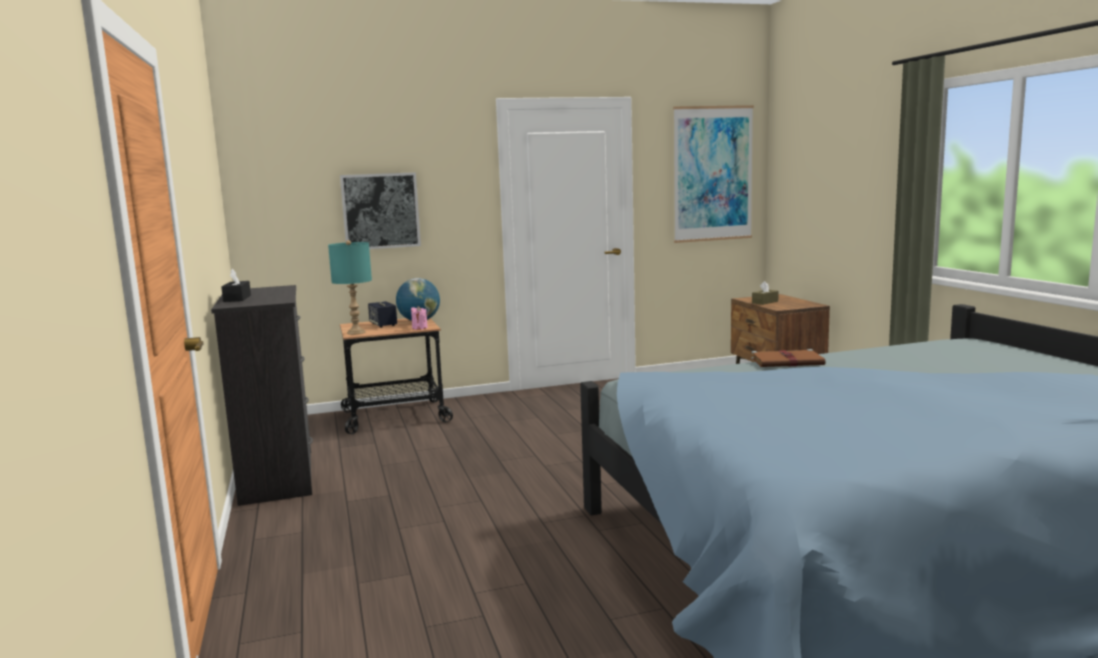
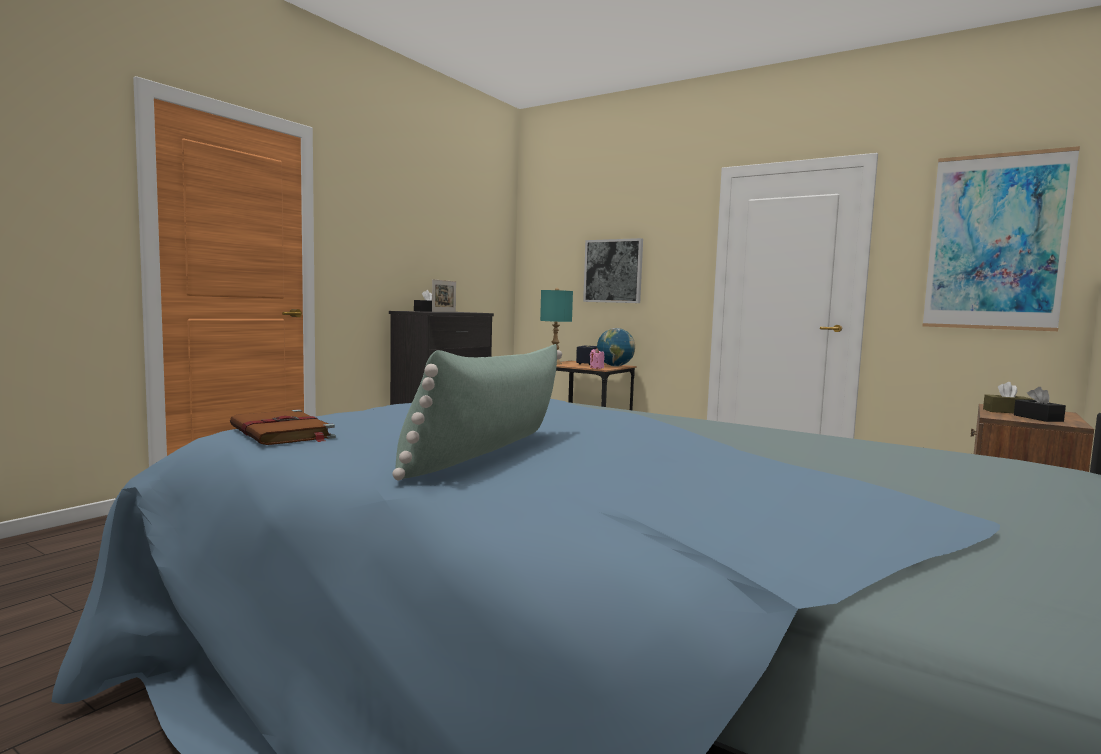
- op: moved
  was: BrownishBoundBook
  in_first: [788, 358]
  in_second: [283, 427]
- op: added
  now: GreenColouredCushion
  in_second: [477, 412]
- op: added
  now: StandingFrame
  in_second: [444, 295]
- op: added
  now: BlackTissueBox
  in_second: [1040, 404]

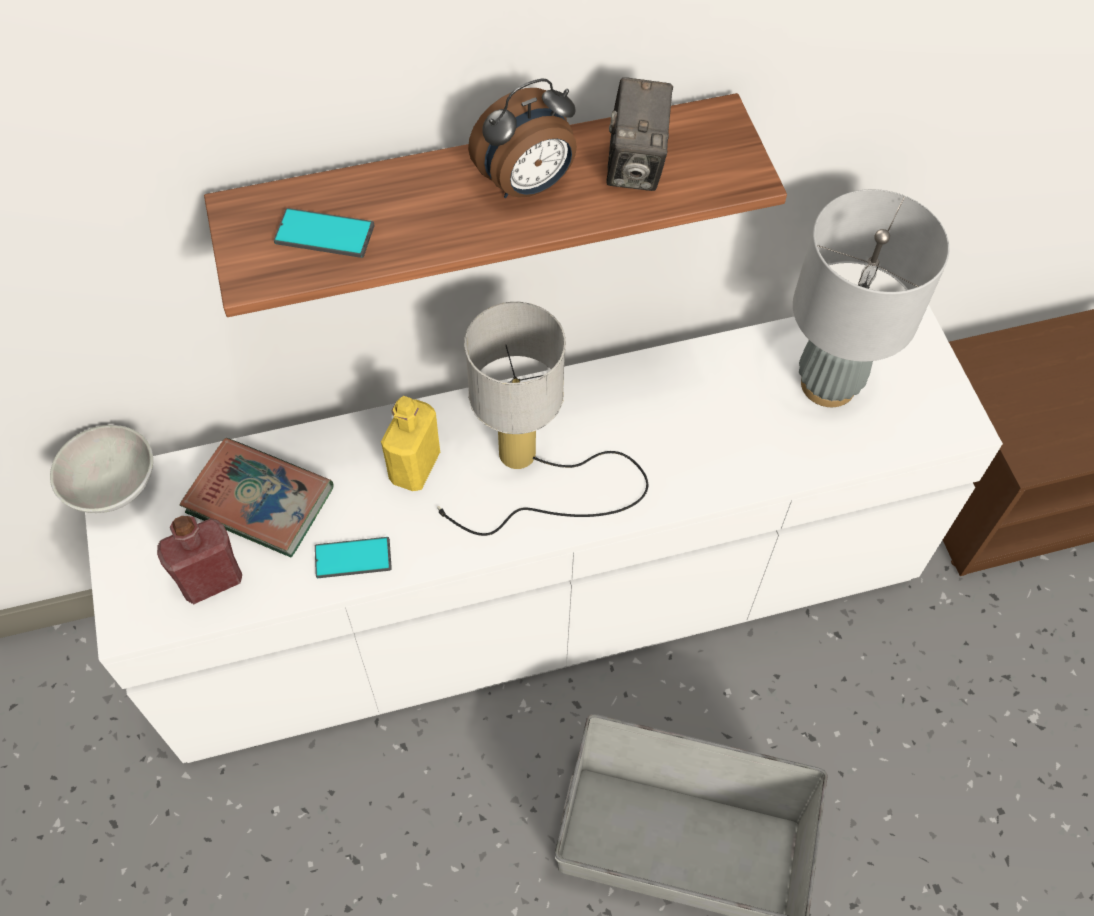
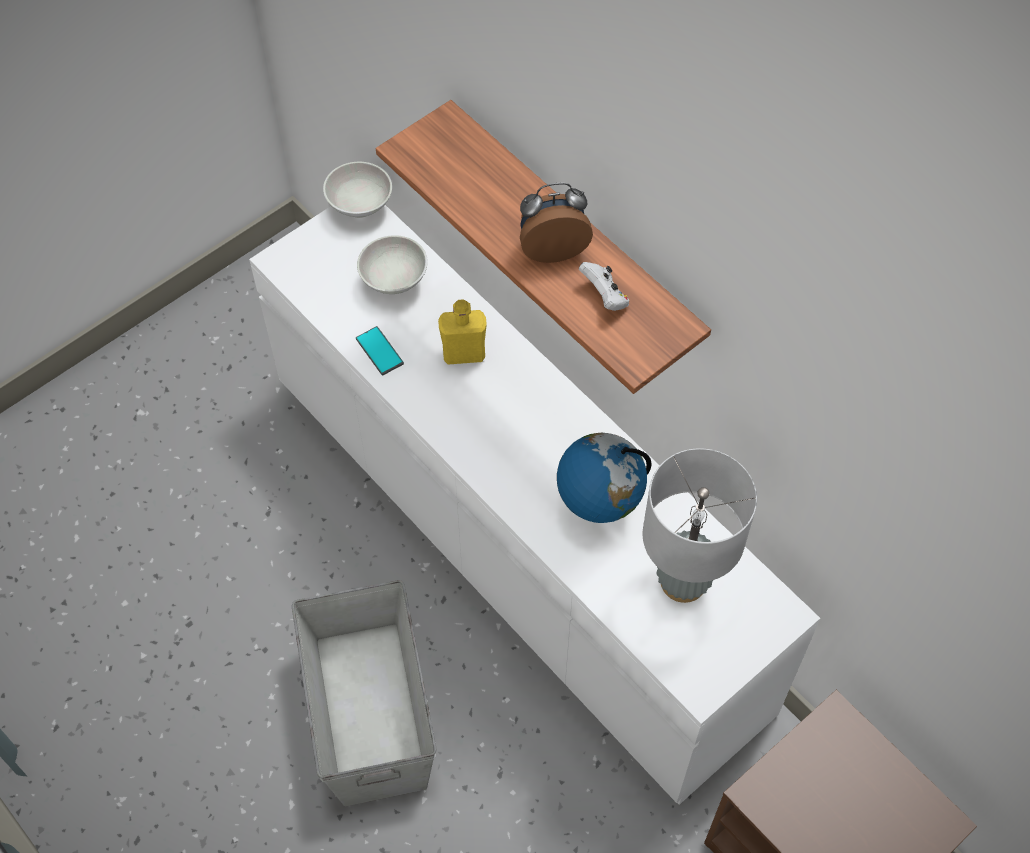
- op: replaced
  was: BoundBook
  now: WhiteColouredServingBowl
  in_first: [257, 497]
  in_second: [392, 264]
- op: turned
  was: AlarmClock
  in_first: [522, 138]
  in_second: [556, 223]
  clockwise: 135
- op: added
  now: WorldGlobe
  in_second: [604, 478]
- op: replaced
  was: PhotoCamera
  now: WhiteColouredJoypad
  in_first: [639, 134]
  in_second: [604, 286]
- op: removed
  was: RedColouredBottle
  in_first: [199, 560]
- op: removed
  was: Telephone
  in_first: [324, 233]
- op: removed
  was: LampForATable
  in_first: [542, 419]

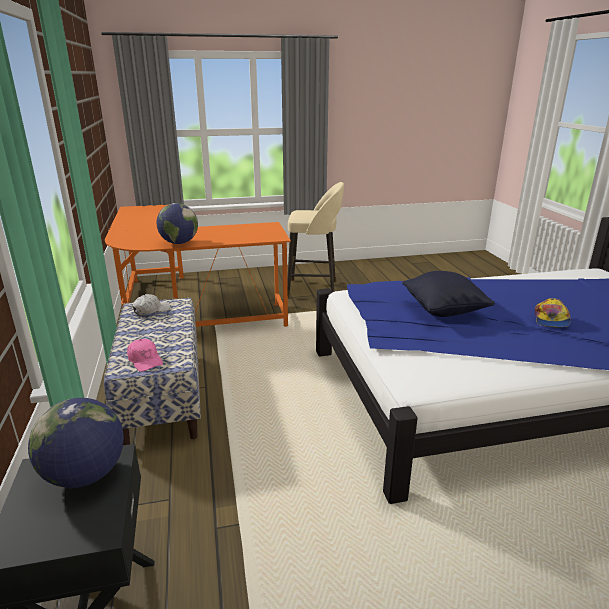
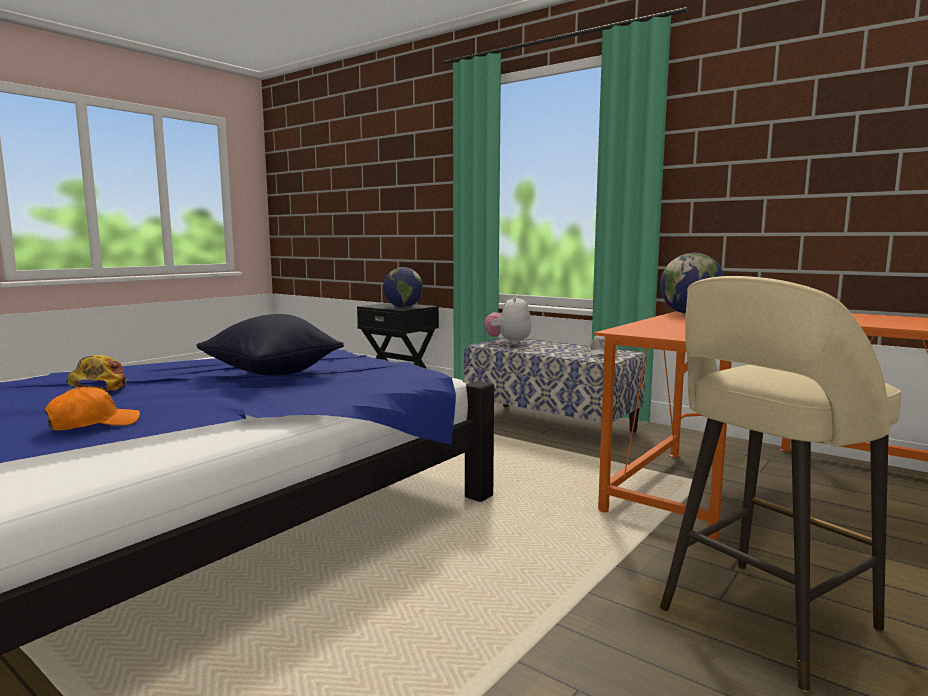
- op: added
  now: OrangeColouredPeakedCap
  in_second: [92, 409]
- op: replaced
  was: PinkColouredPeakedCap
  now: SoftToy
  in_first: [145, 355]
  in_second: [507, 319]

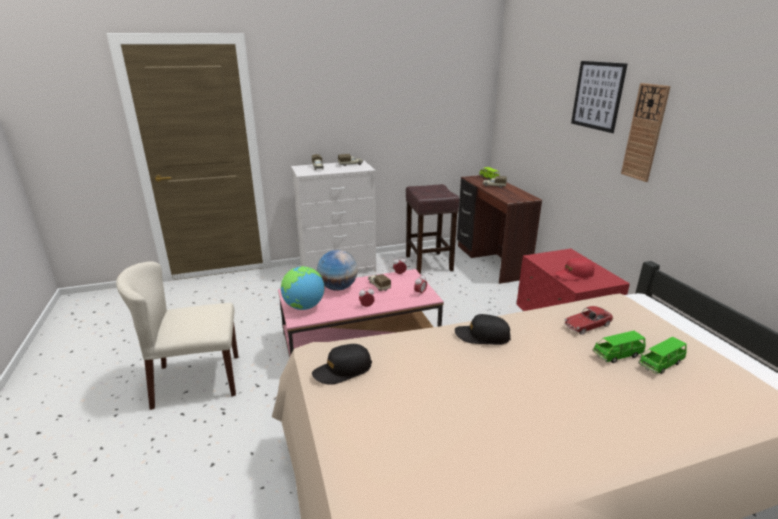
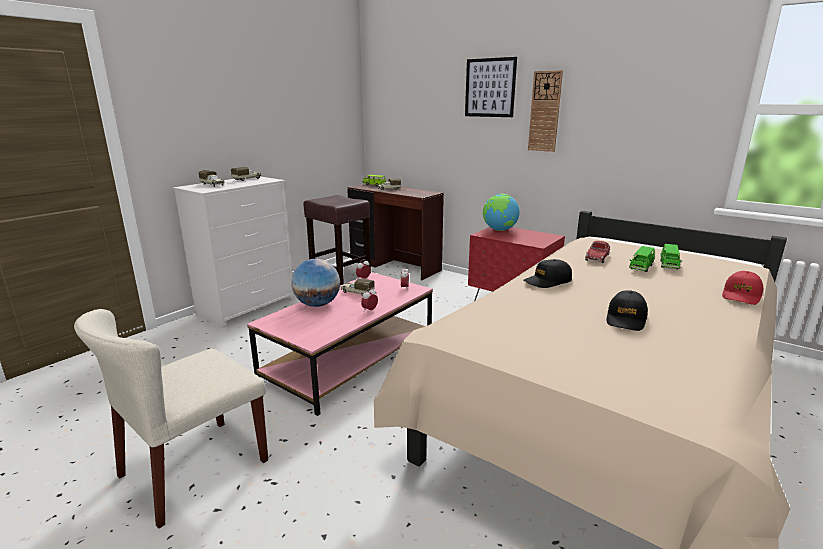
- op: moved
  was: WorldGlobe
  in_first: [302, 288]
  in_second: [501, 212]
- op: moved
  was: BlackPeakedCap
  in_first: [342, 364]
  in_second: [627, 310]
- op: moved
  was: RedColouredPeakedCap
  in_first: [574, 269]
  in_second: [742, 288]

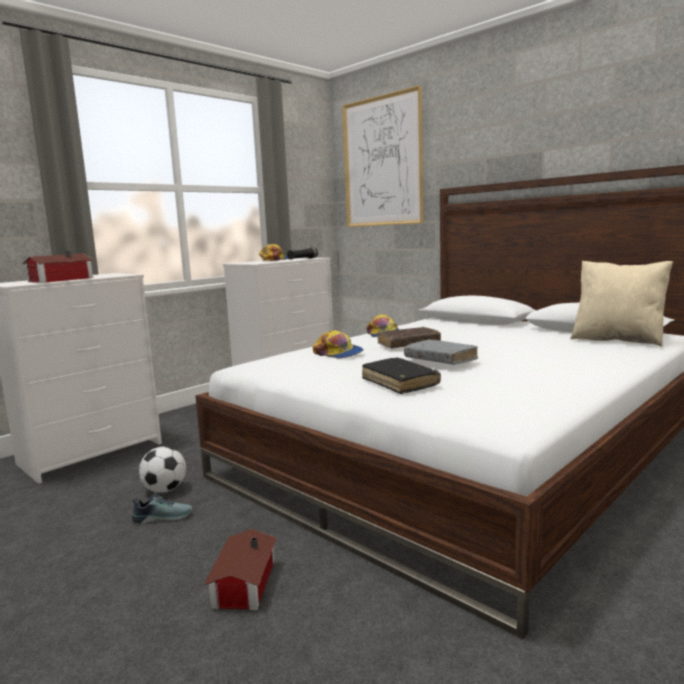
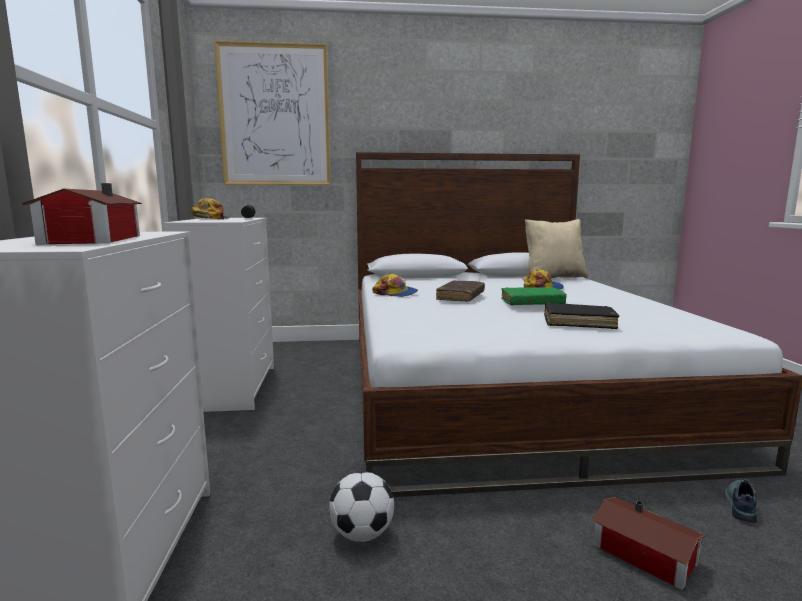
- op: recoloured
  was: GrayBoundBook
  now: GreenColouredBoundBook
  in_first: [441, 352]
  in_second: [534, 296]
- op: moved
  was: PeakedCap
  in_first: [338, 344]
  in_second: [543, 279]
- op: moved
  was: Shoe
  in_first: [162, 508]
  in_second: [741, 501]

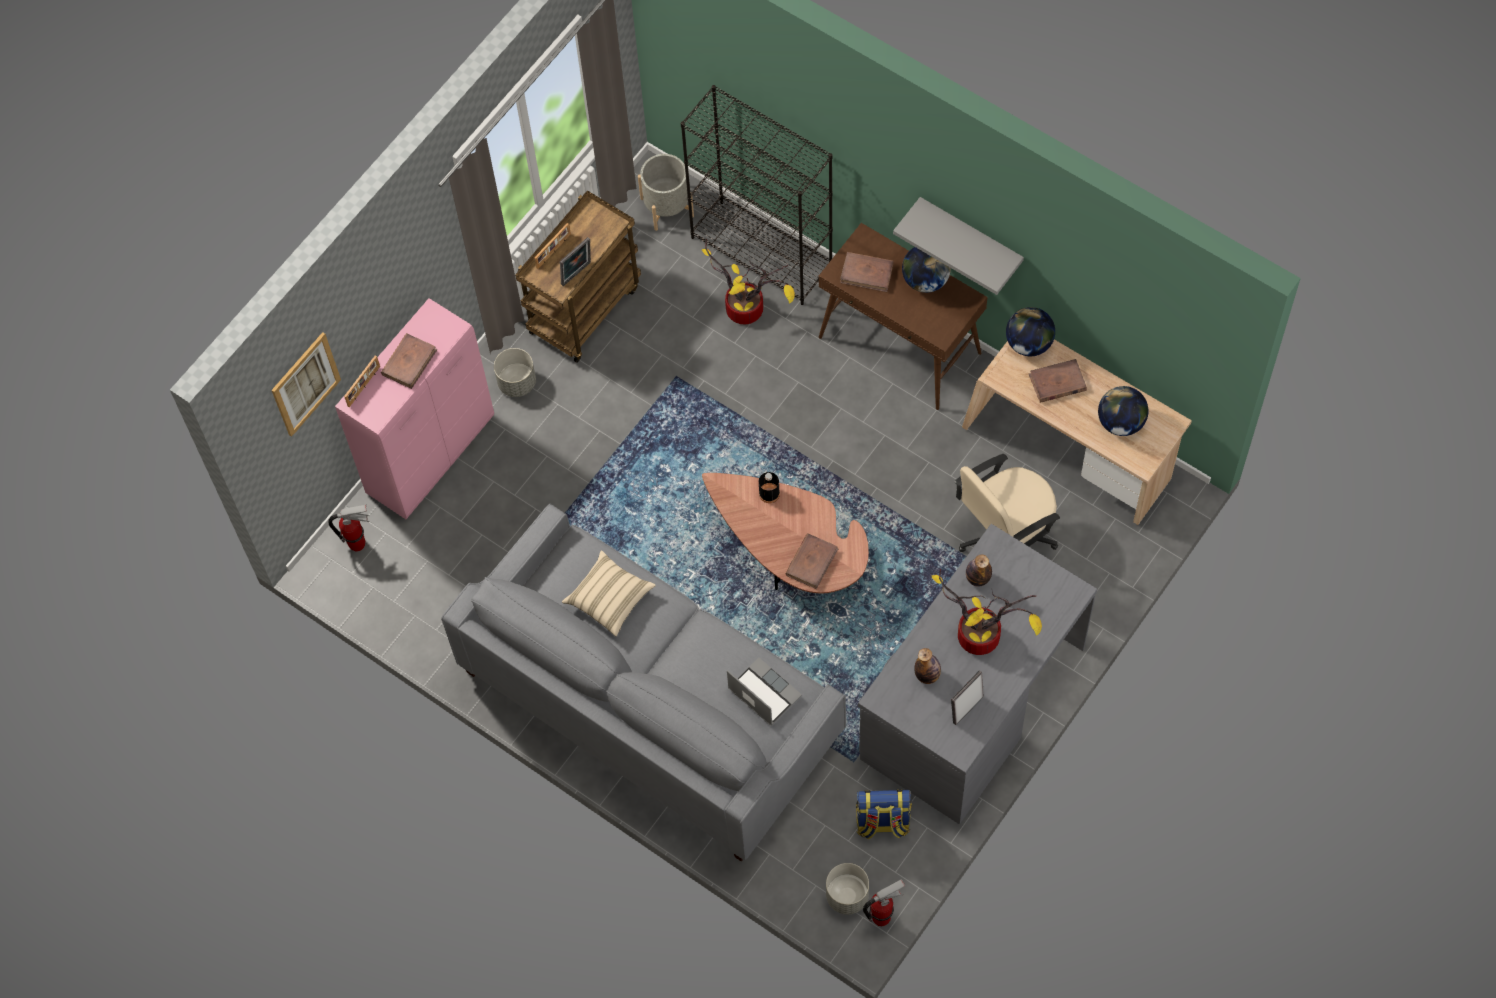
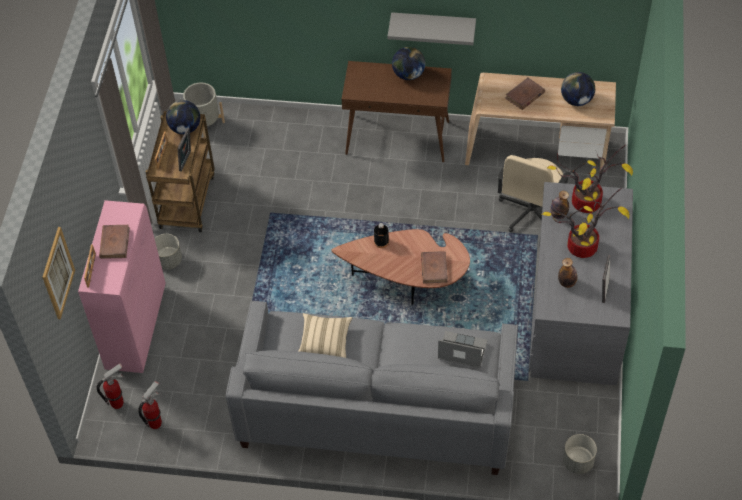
- op: moved
  was: FireFightingCylinder
  in_first: [884, 902]
  in_second: [150, 405]
- op: moved
  was: WorldGlobe
  in_first: [1030, 331]
  in_second: [183, 117]
- op: moved
  was: Houseplant
  in_first: [748, 281]
  in_second: [590, 179]
- op: removed
  was: BlackShelvingUnit
  in_first: [757, 195]
- op: removed
  was: BrownishBoundBook
  in_first: [867, 272]
- op: removed
  was: Knapsack
  in_first: [884, 814]

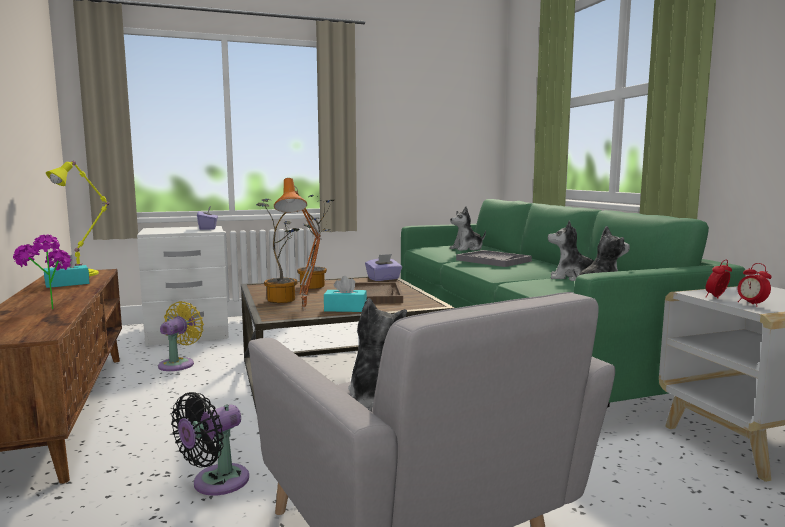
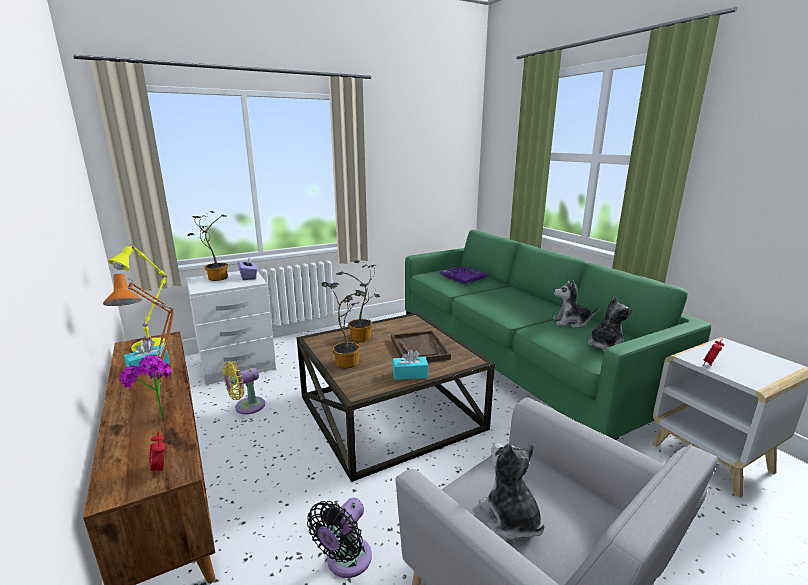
- op: moved
  was: OrangeColouredLampForATable
  in_first: [297, 244]
  in_second: [139, 329]
- op: moved
  was: AlarmClock
  in_first: [754, 285]
  in_second: [157, 454]
- op: added
  now: Houseplant
  in_second: [207, 246]
- op: turned
  was: YellowColouredCoolingFan
  in_first: [181, 336]
  in_second: [244, 387]
  clockwise: -135
- op: replaced
  was: SoftToy
  now: PurpleCarryingTray
  in_first: [468, 228]
  in_second: [464, 275]
- op: removed
  was: PurpleTissueBox
  in_first: [383, 267]
- op: removed
  was: GrayCarryingTray
  in_first: [494, 258]

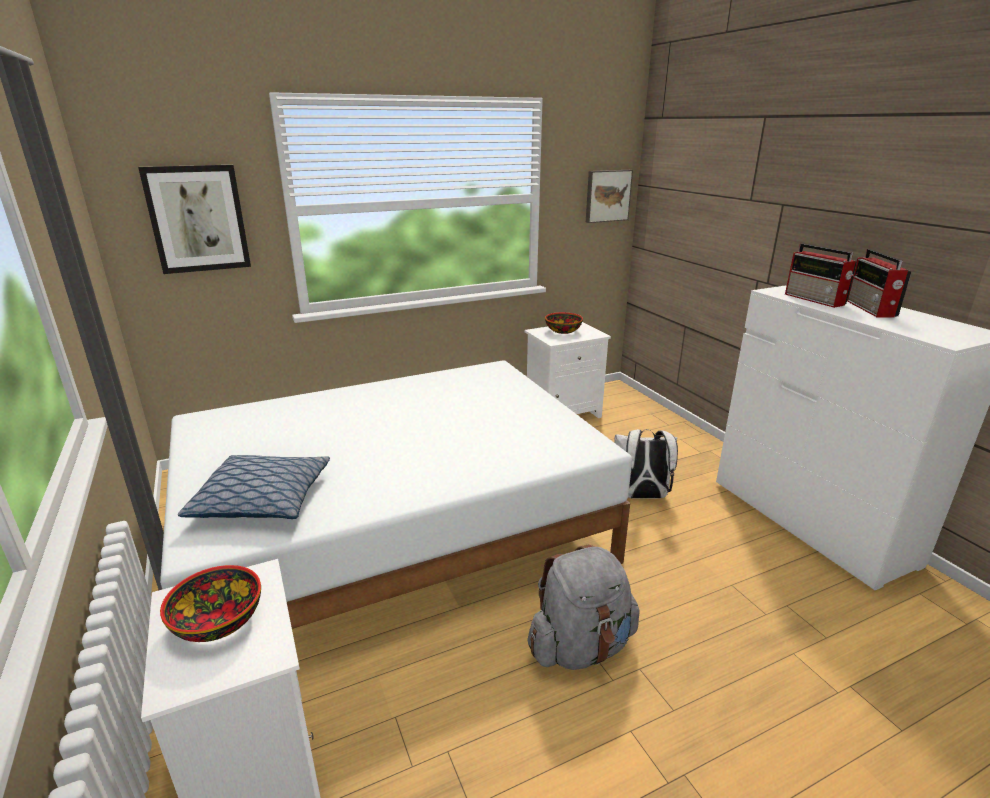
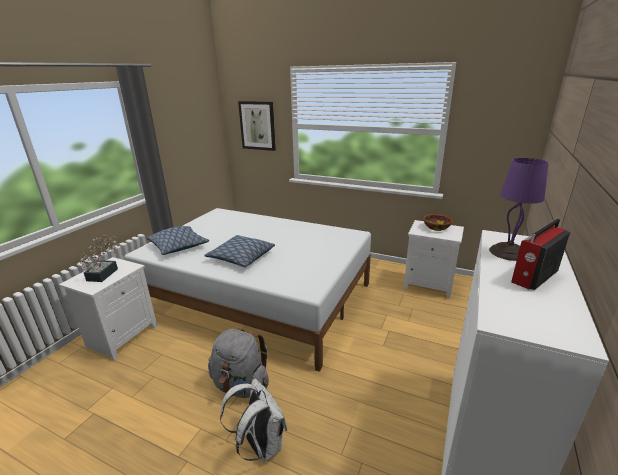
- op: replaced
  was: ServingBowl
  now: Houseplant
  in_first: [210, 603]
  in_second: [99, 258]
- op: added
  now: Cushion
  in_second: [239, 251]
- op: moved
  was: WhiteColouredKnapsack
  in_first: [646, 464]
  in_second: [253, 420]
- op: replaced
  was: Radio
  now: PurpleLampForATable
  in_first: [821, 275]
  in_second: [519, 209]
- op: removed
  was: Picture
  in_first: [609, 196]

